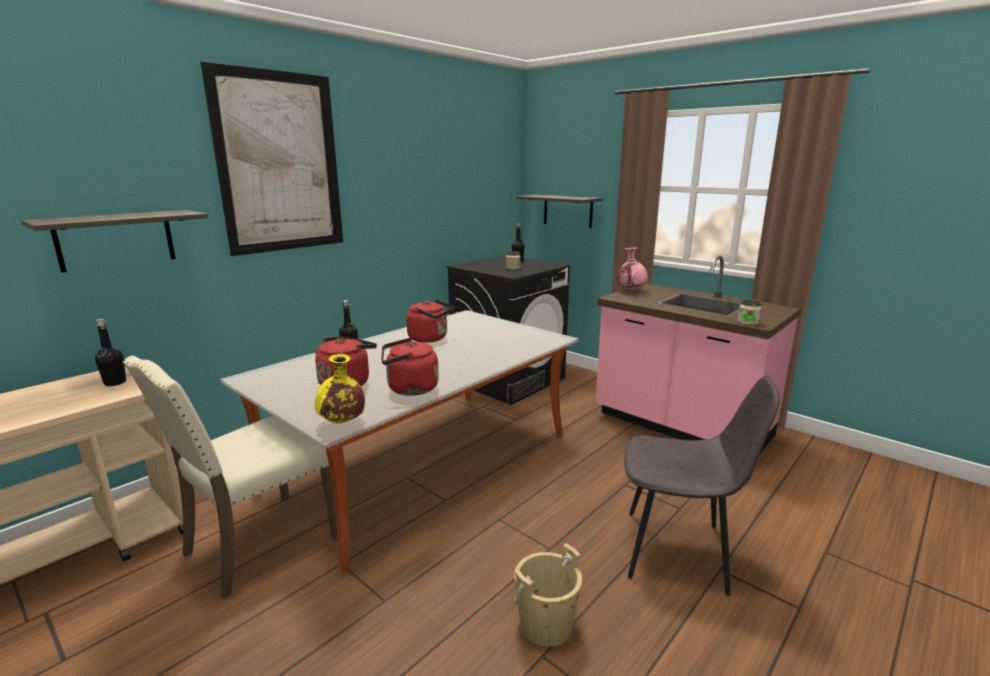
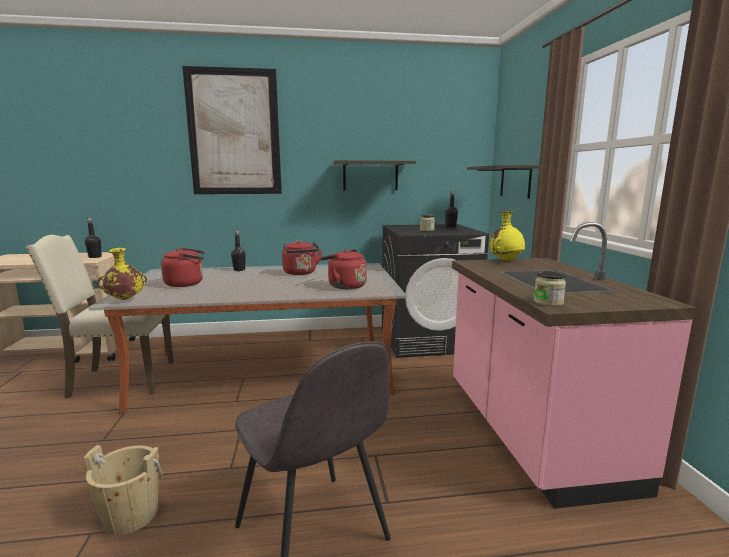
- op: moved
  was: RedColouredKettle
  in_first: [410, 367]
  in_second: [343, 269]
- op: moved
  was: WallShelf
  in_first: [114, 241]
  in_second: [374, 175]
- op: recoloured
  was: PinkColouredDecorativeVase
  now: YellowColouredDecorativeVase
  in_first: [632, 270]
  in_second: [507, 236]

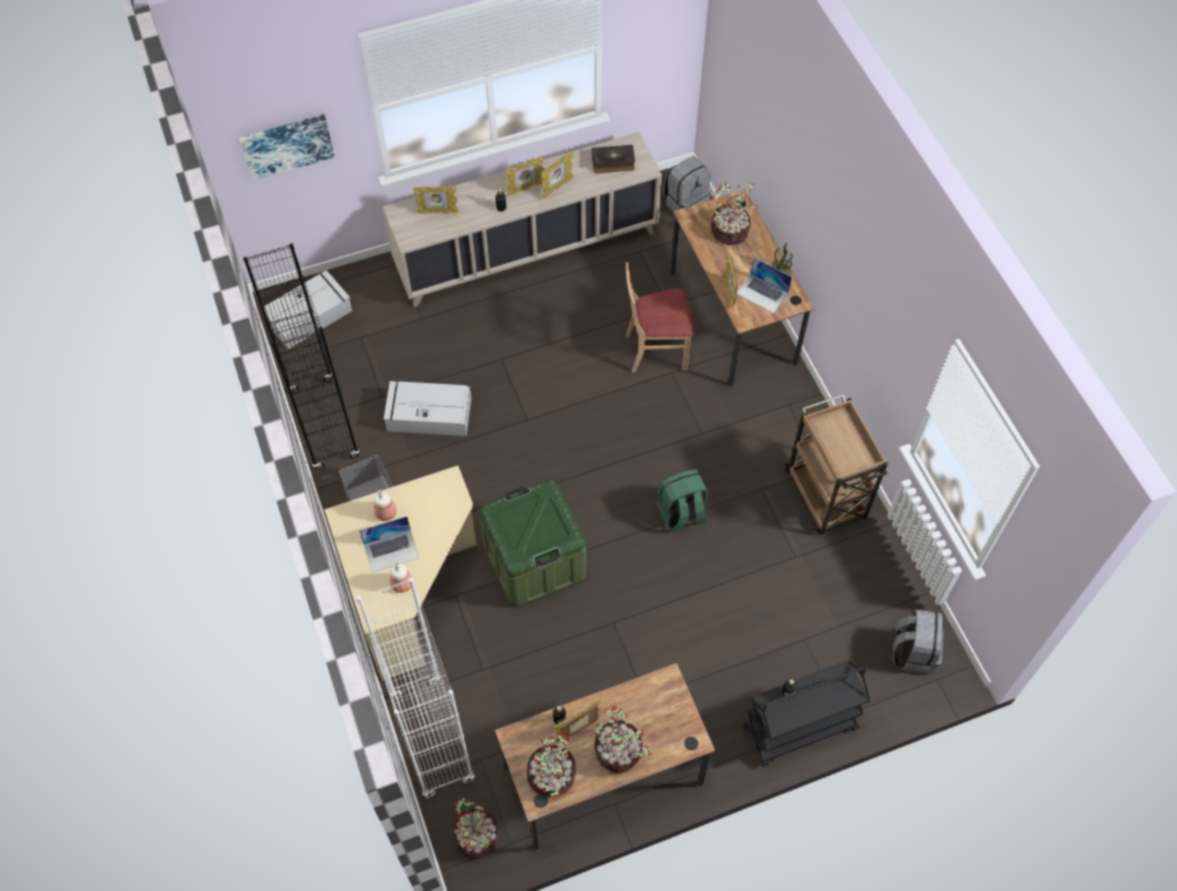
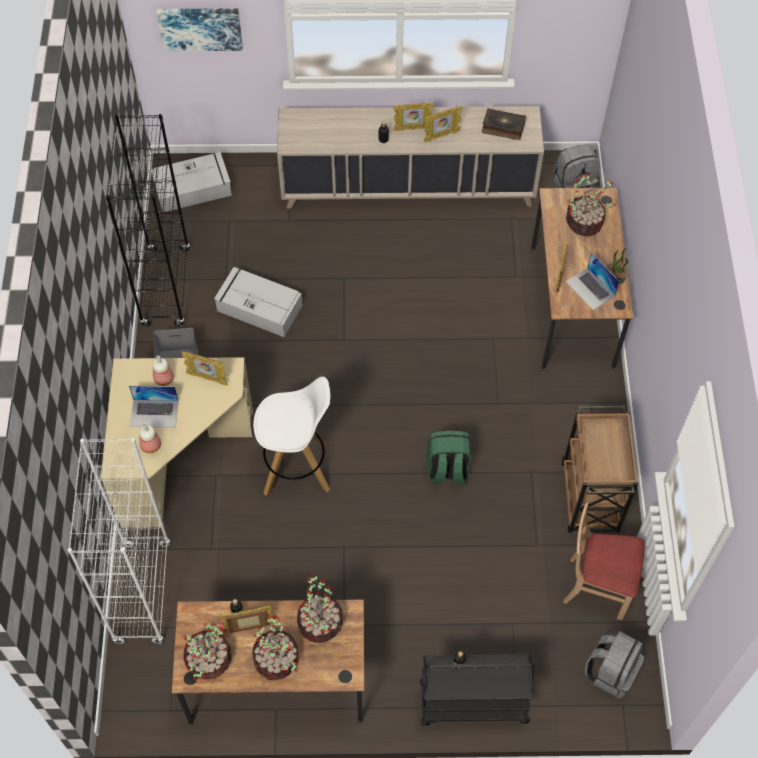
- op: moved
  was: StandingFrame
  in_first: [436, 200]
  in_second: [205, 368]
- op: replaced
  was: GreenColouredStorageContainer
  now: WhiteColouredStool
  in_first: [532, 543]
  in_second: [292, 436]
- op: moved
  was: Houseplant
  in_first: [476, 828]
  in_second: [320, 608]
- op: moved
  was: SandColouredPlainChair
  in_first: [660, 317]
  in_second: [604, 561]

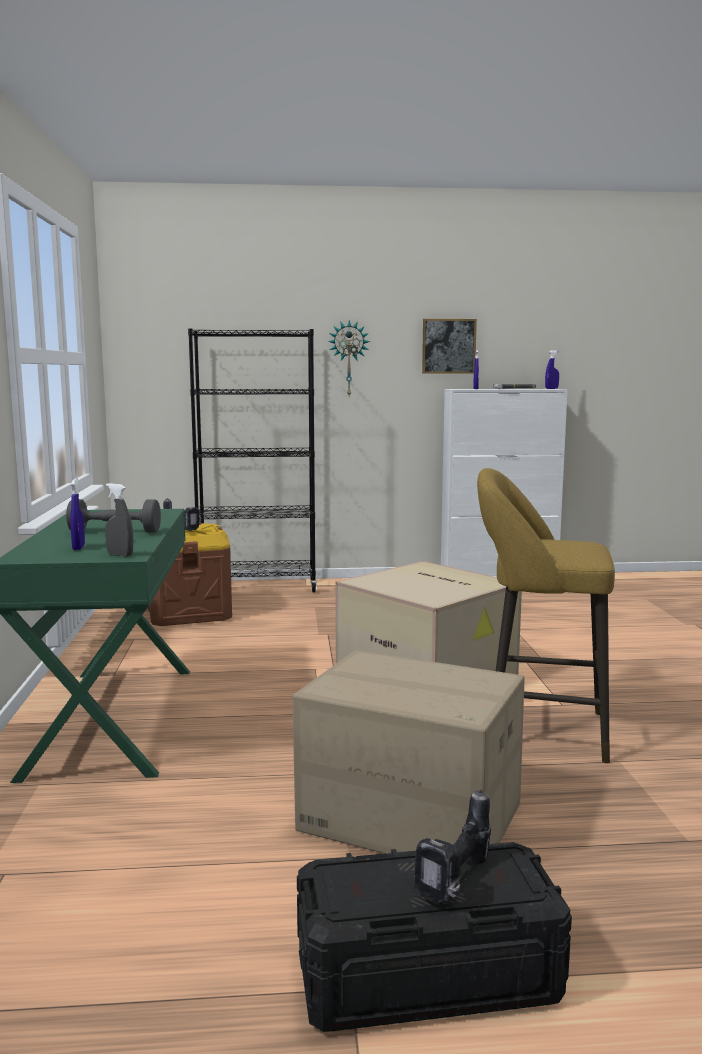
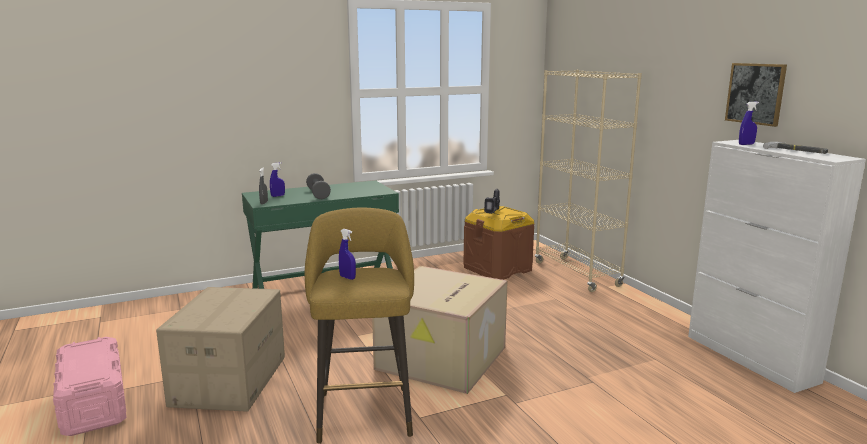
- op: recoloured
  was: BlackStorageContainer
  now: PinkColouredStorageContainer
  in_first: [434, 937]
  in_second: [90, 386]
- op: moved
  was: BluishSprayBottle
  in_first: [552, 369]
  in_second: [347, 254]
- op: recoloured
  was: BlackShelvingUnit
  now: SandColouredShelvingUnit
  in_first: [252, 461]
  in_second: [588, 181]
- op: removed
  was: HangingClock
  in_first: [349, 358]
- op: removed
  was: Drill
  in_first: [452, 846]

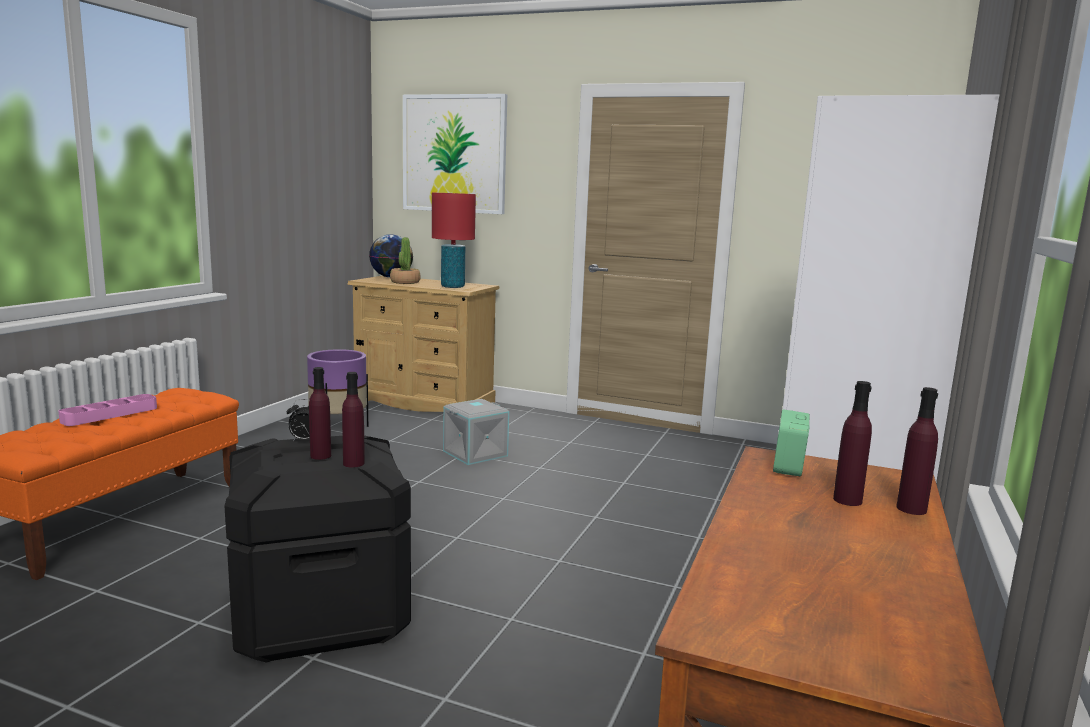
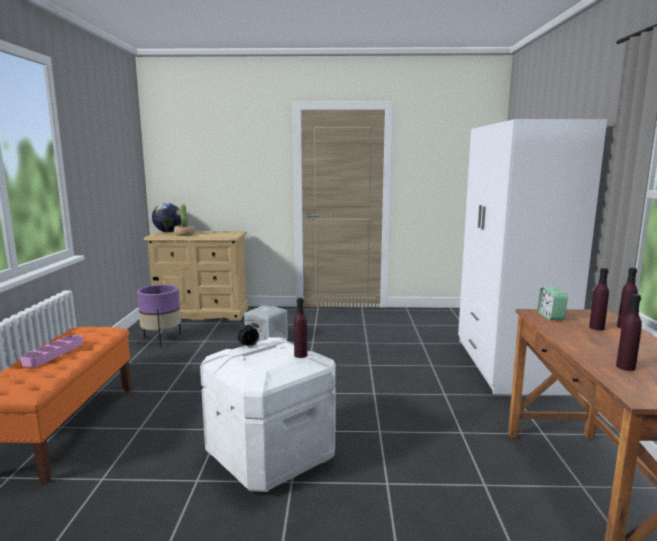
- op: recoloured
  was: BlackStorageContainer
  now: WhiteColouredStorageContainer
  in_first: [317, 549]
  in_second: [268, 414]
- op: moved
  was: PurpleBottle
  in_first: [320, 413]
  in_second: [629, 332]
- op: removed
  was: Picture
  in_first: [455, 154]
- op: removed
  was: RedColouredLampForATable
  in_first: [454, 240]

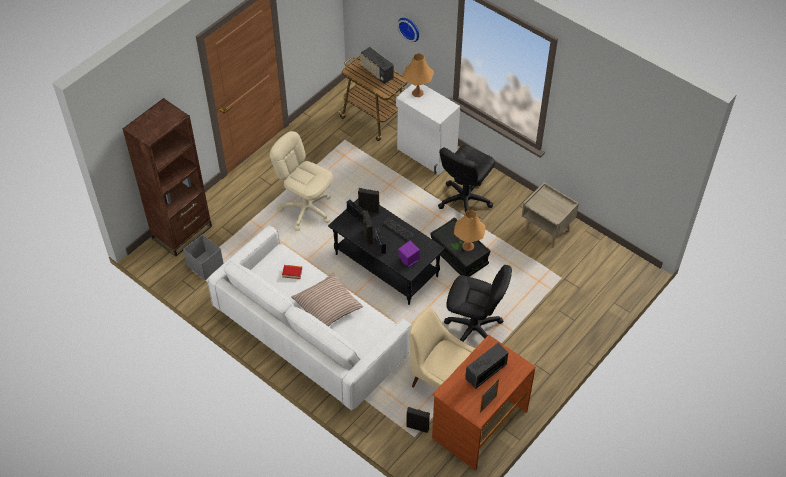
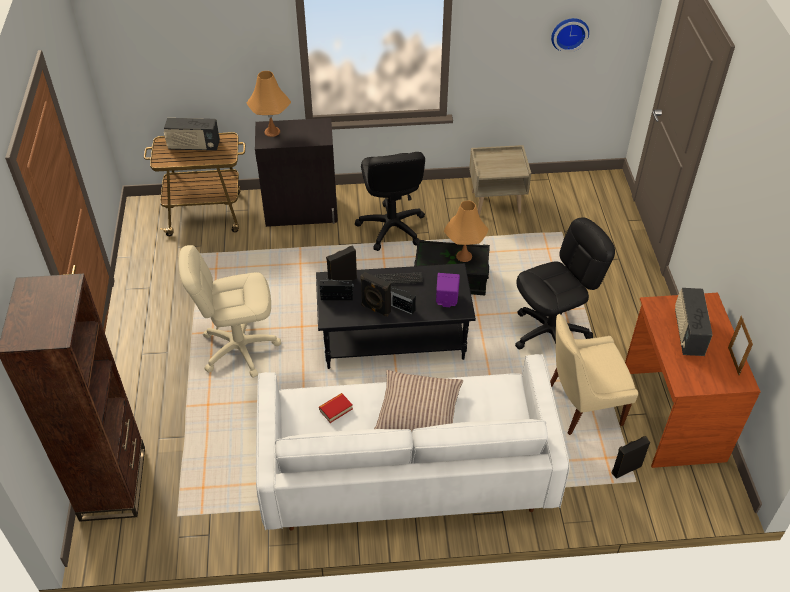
- op: recoloured
  was: WhiteColouredStorageCabinet
  now: BlackStorageCabinet
  in_first: [428, 129]
  in_second: [296, 172]
- op: moved
  was: HangingClock
  in_first: [408, 30]
  in_second: [570, 35]
- op: removed
  was: GrayStorageContainer
  in_first: [203, 257]

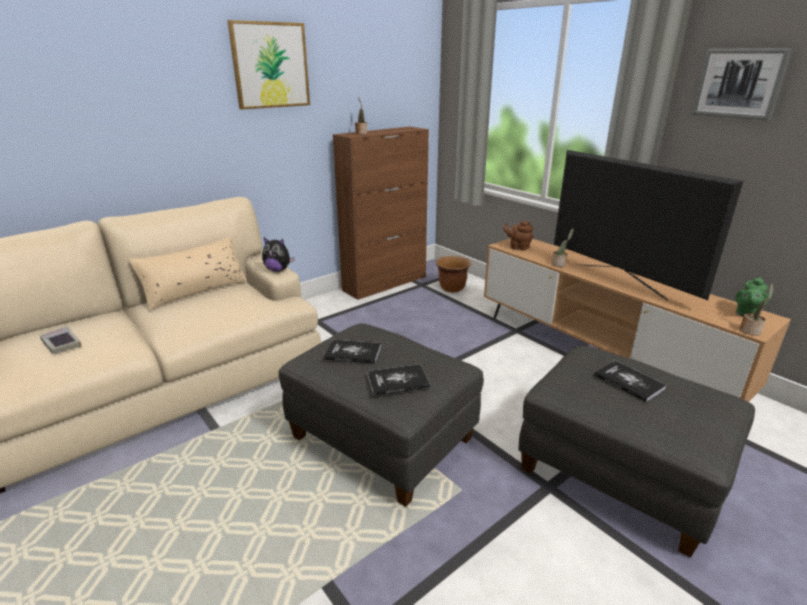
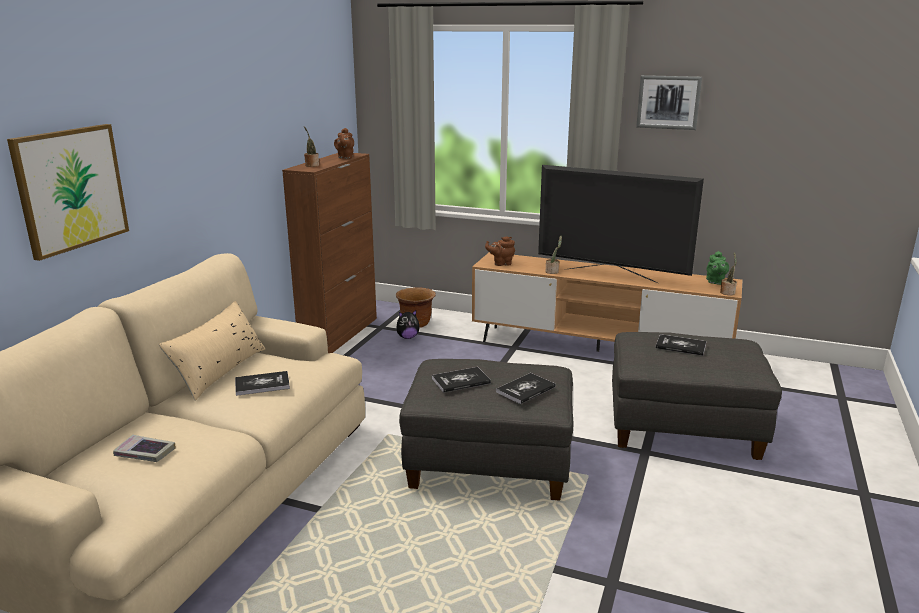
- op: moved
  was: Picture
  in_first: [268, 65]
  in_second: [68, 192]
- op: added
  now: BoundBook
  in_second: [262, 383]
- op: added
  now: BrownishTeaPot
  in_second: [344, 143]
- op: moved
  was: SoftToy
  in_first: [278, 255]
  in_second: [408, 324]

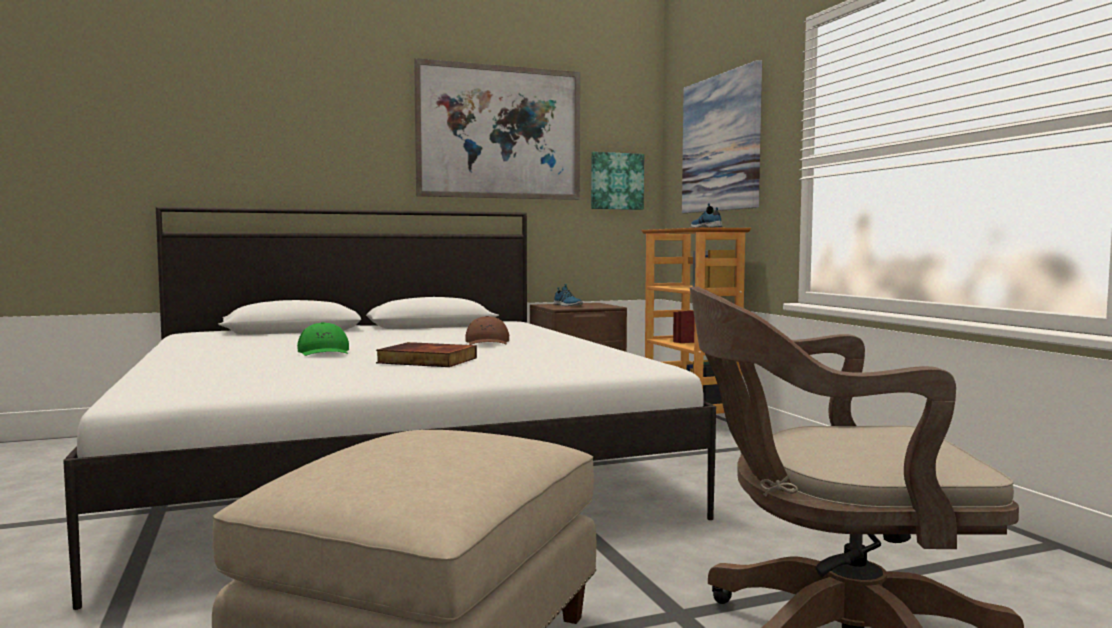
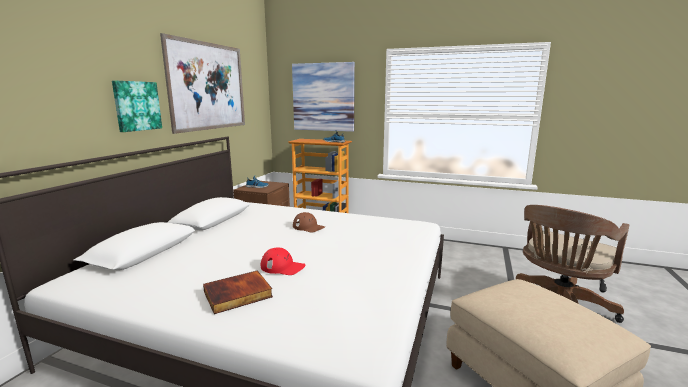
- op: moved
  was: Picture
  in_first: [617, 181]
  in_second: [137, 106]
- op: moved
  was: BoundBook
  in_first: [426, 354]
  in_second: [238, 292]
- op: recoloured
  was: GreenColouredPeakedCap
  now: RedColouredPeakedCap
  in_first: [323, 339]
  in_second: [283, 261]

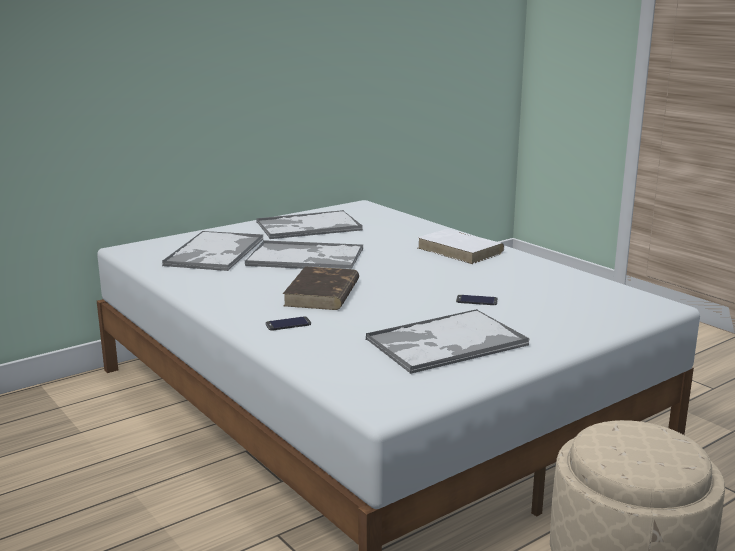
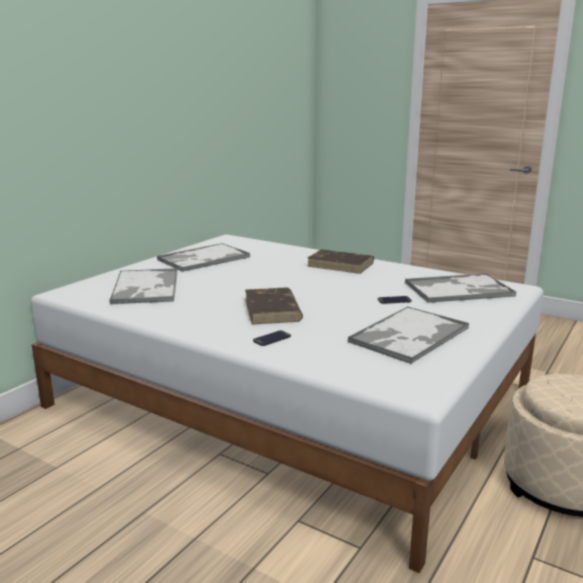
- op: recoloured
  was: WhiteColouredBoundBook
  now: BrownishBoundBook
  in_first: [461, 246]
  in_second: [340, 261]
- op: moved
  was: CarryingTray
  in_first: [304, 254]
  in_second: [460, 288]

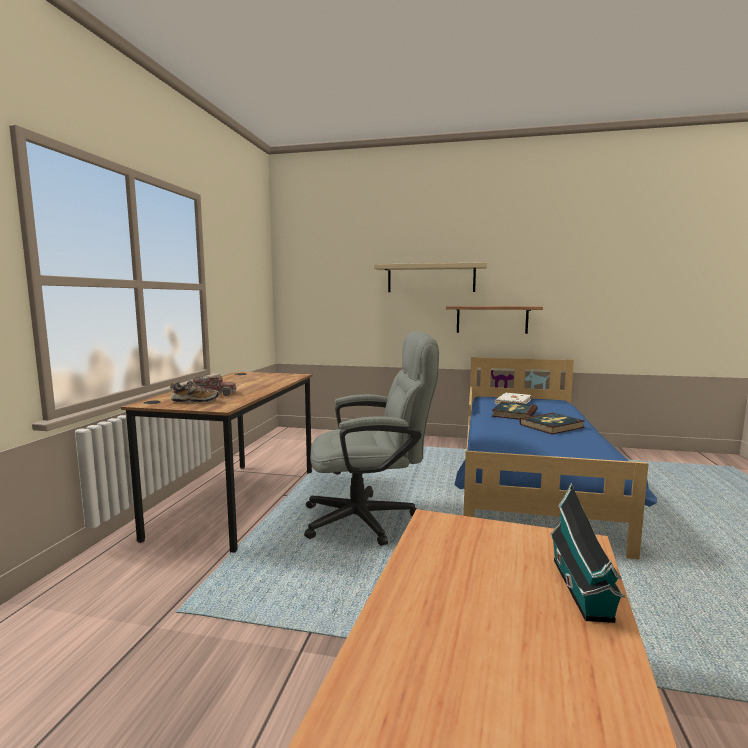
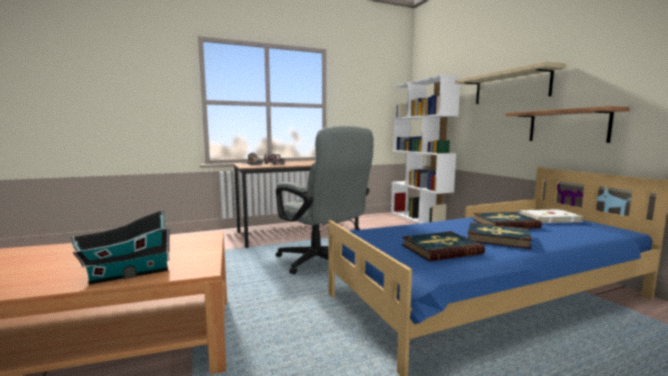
- op: added
  now: WhiteColouredShelvingUnit
  in_second: [426, 149]
- op: added
  now: BoundBook
  in_second: [443, 246]

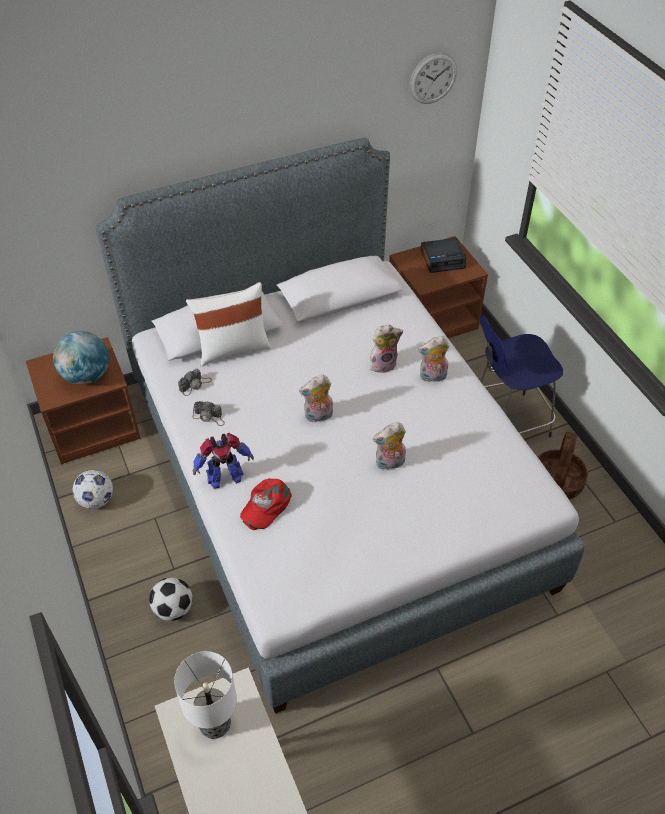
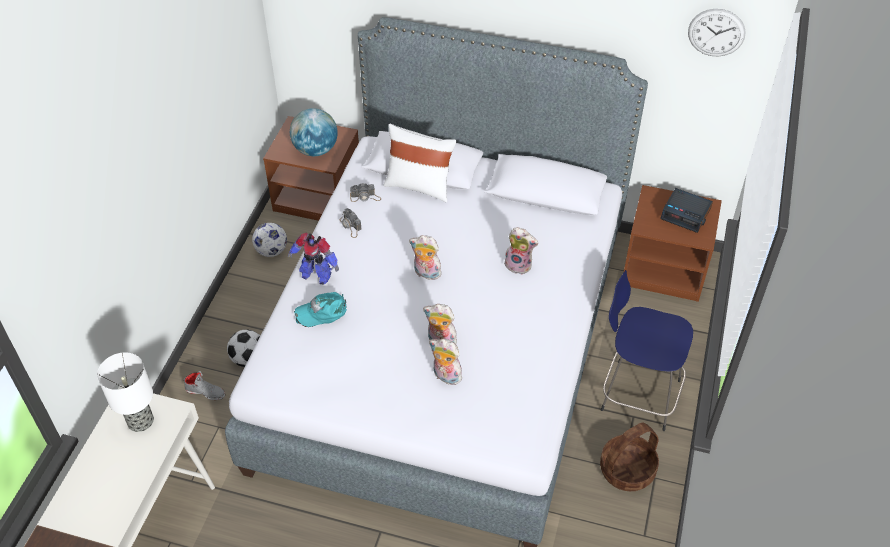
- op: added
  now: GrayShoe
  in_second: [204, 385]
- op: recoloured
  was: RedColouredPeakedCap
  now: TurquoisePeakedCap
  in_first: [266, 504]
  in_second: [320, 309]
- op: moved
  was: SoftToy
  in_first: [433, 359]
  in_second: [445, 362]

